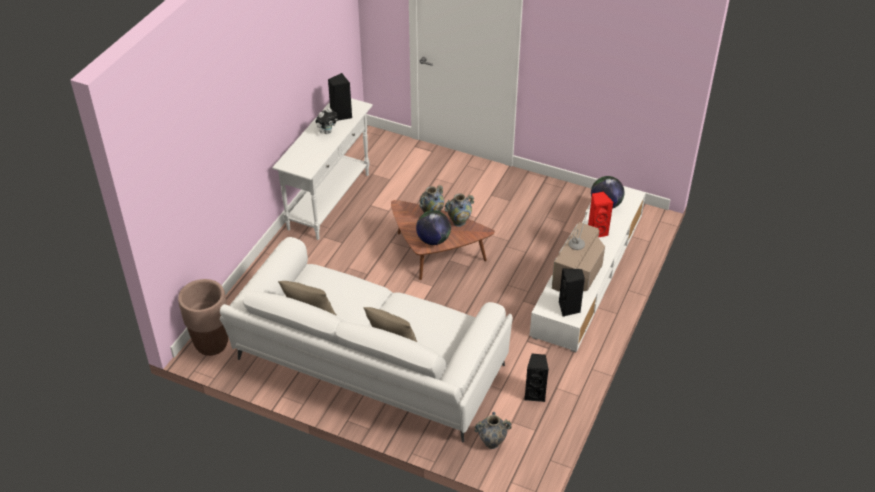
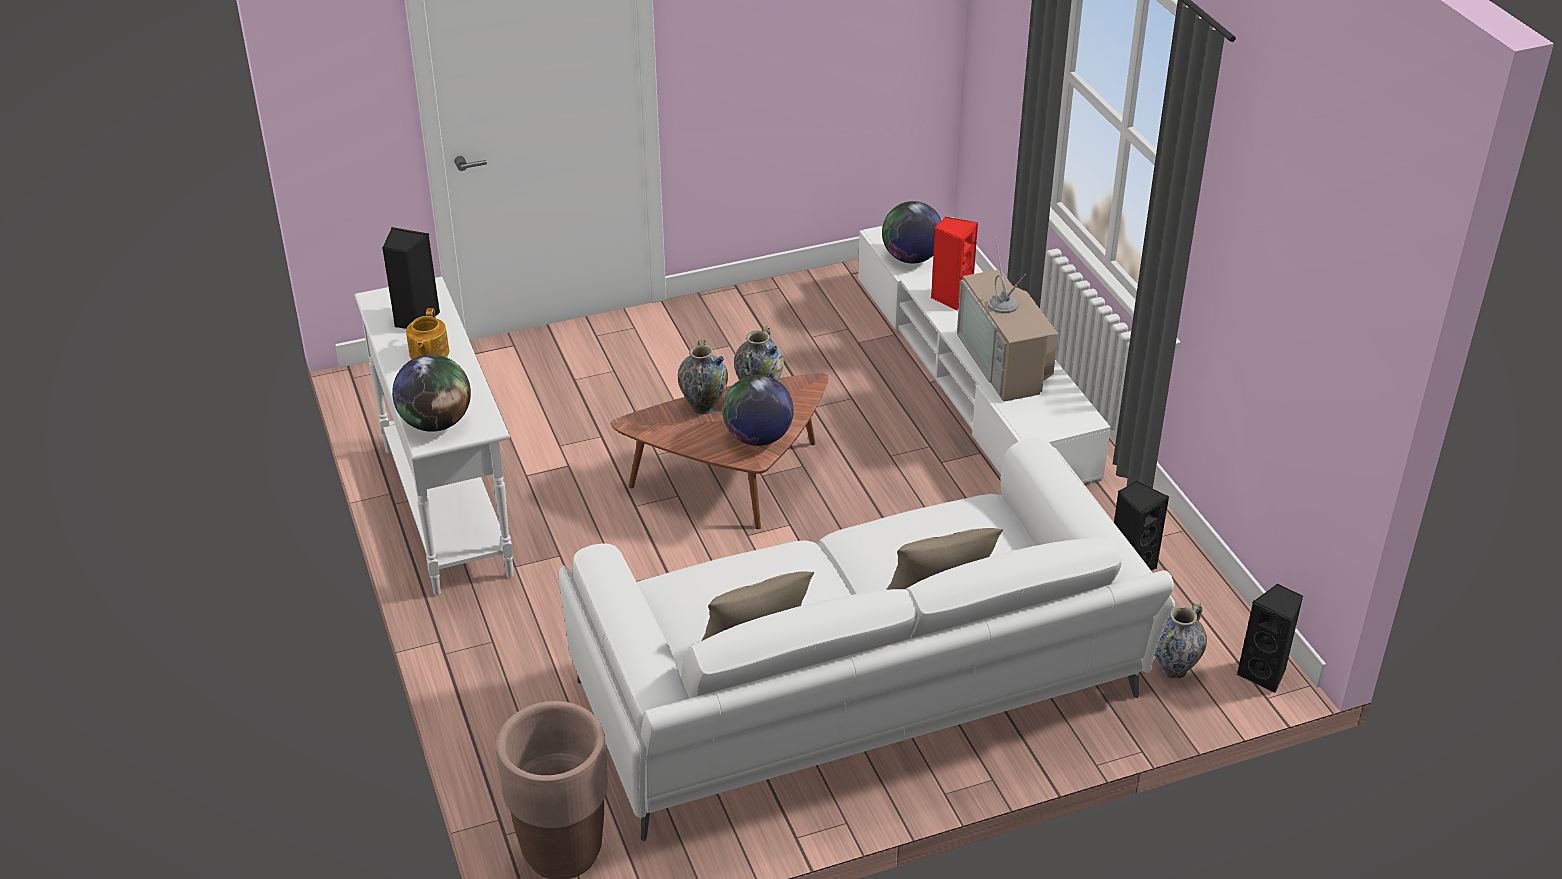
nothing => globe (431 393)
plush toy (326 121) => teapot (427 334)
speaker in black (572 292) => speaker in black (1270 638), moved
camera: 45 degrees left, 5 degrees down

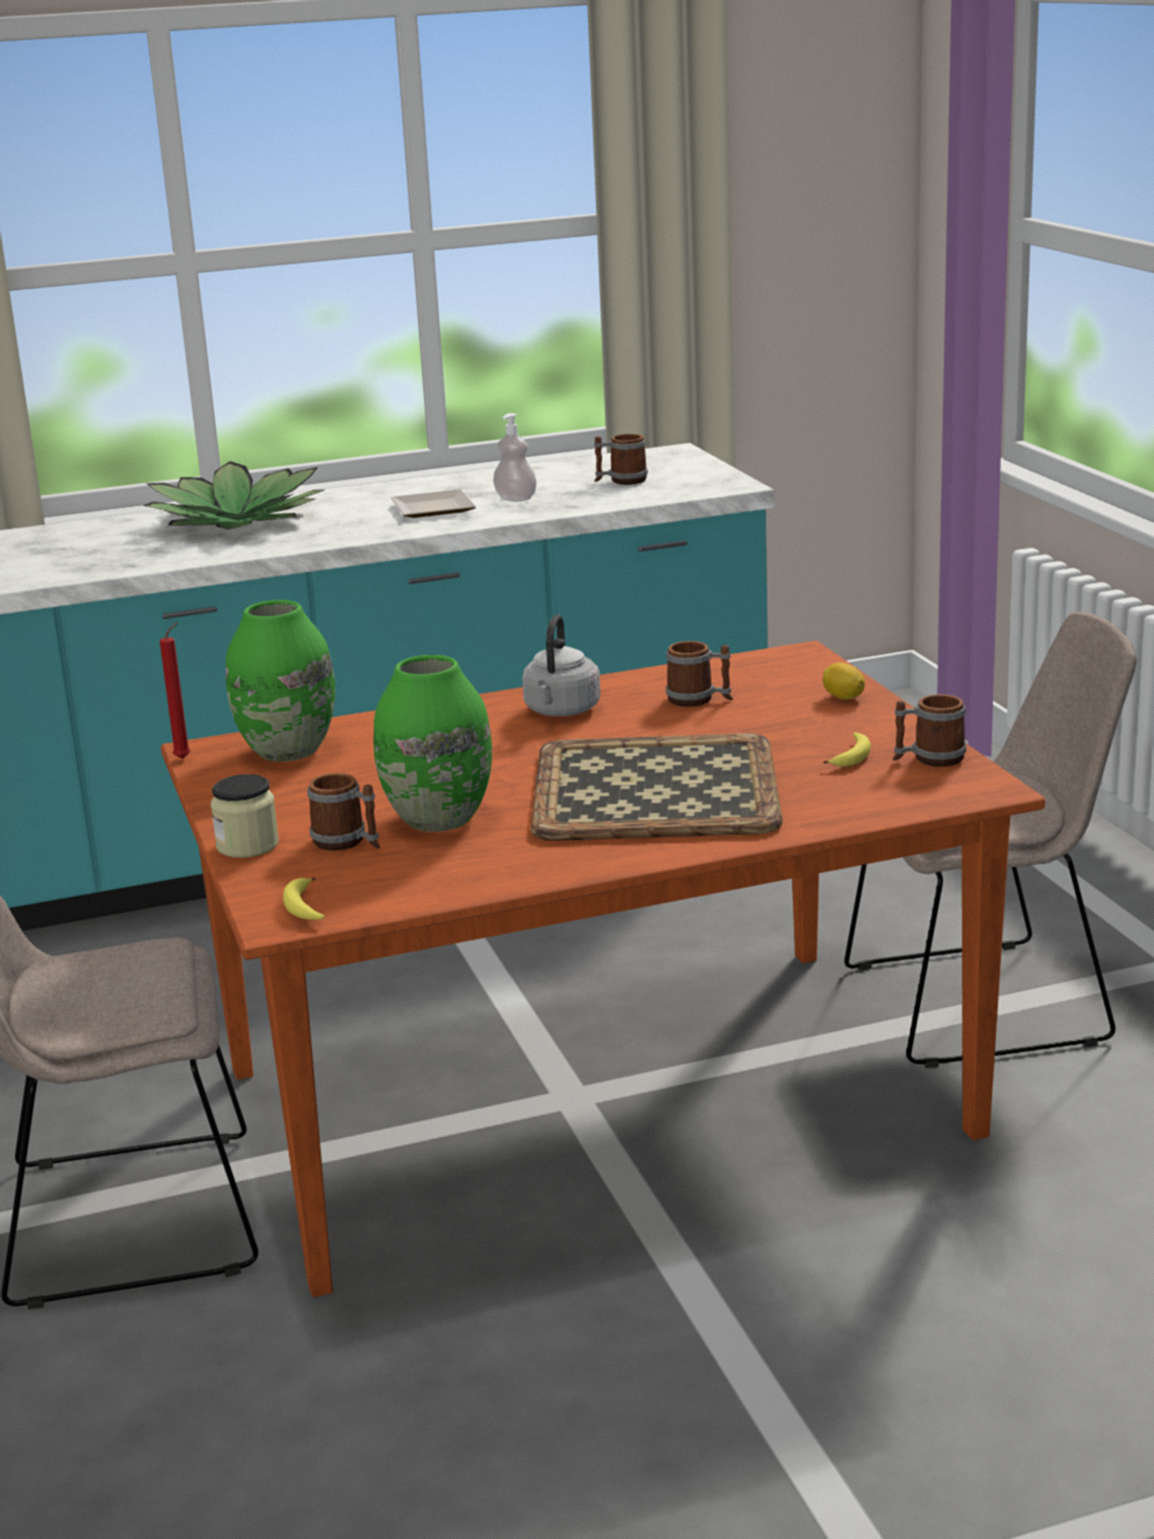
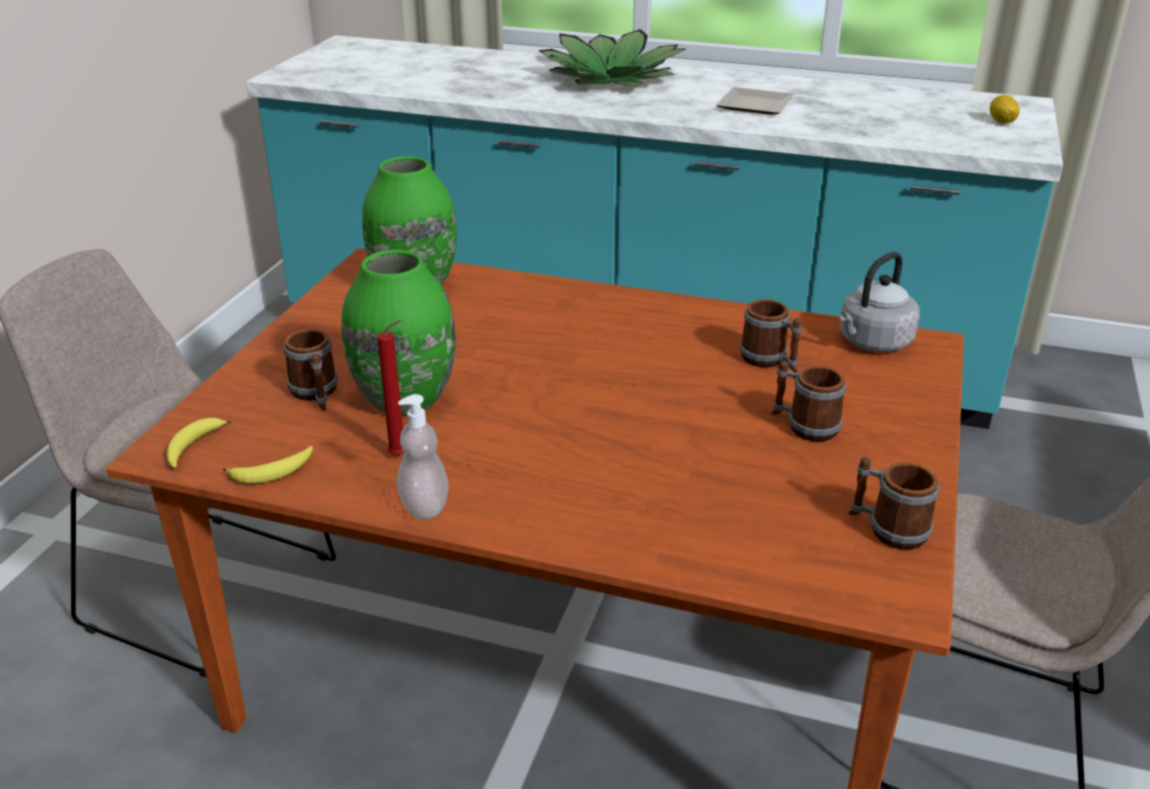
banana (847 749) => banana (268 465), moved
candle in red (175 690) => candle in red (390 388), moved
soap dispenser (515 457) => soap dispenser (423 457), moved
mug (621 459) => mug (808 401), moved
kettle in grey (561 665) => kettle in grey (879 302), moved
lemon (844 681) => lemon (1005 109), moved
jar (245 816) => nothing
tray (656 787) => nothing
camera: 35 degrees right, 10 degrees up

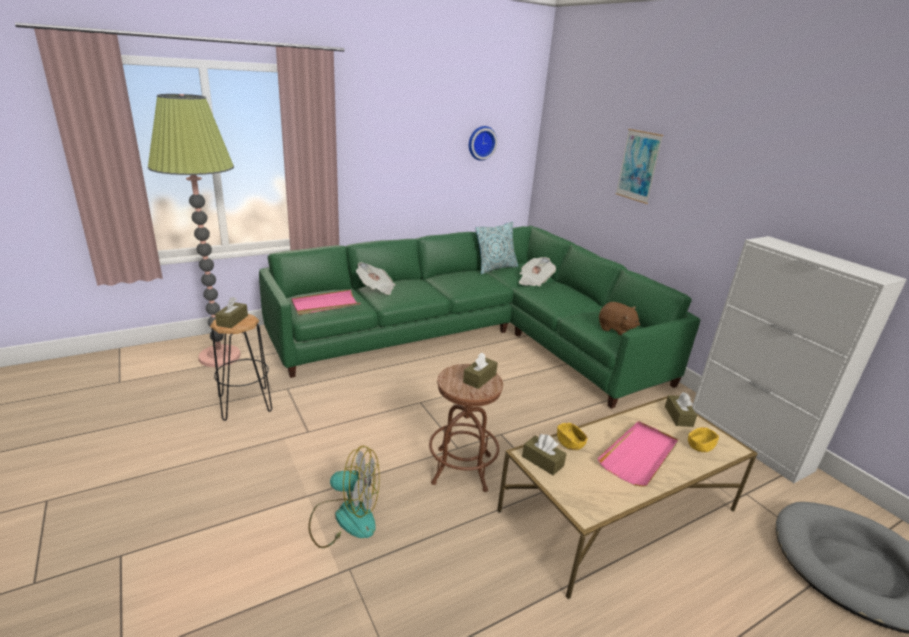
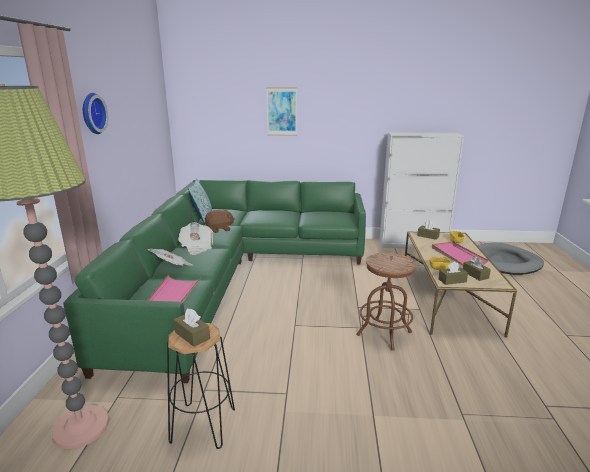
wall clock (483 143) => wall clock (95 113), moved
newspaper (537 271) => newspaper (195 238), moved
plush toy in brown (619 319) => plush toy in brown (220 221), moved
tissue box in brown (480 370) => tissue box in brown (477 269), moved
fan (344 496) => nothing
camera: 55 degrees left, 5 degrees down

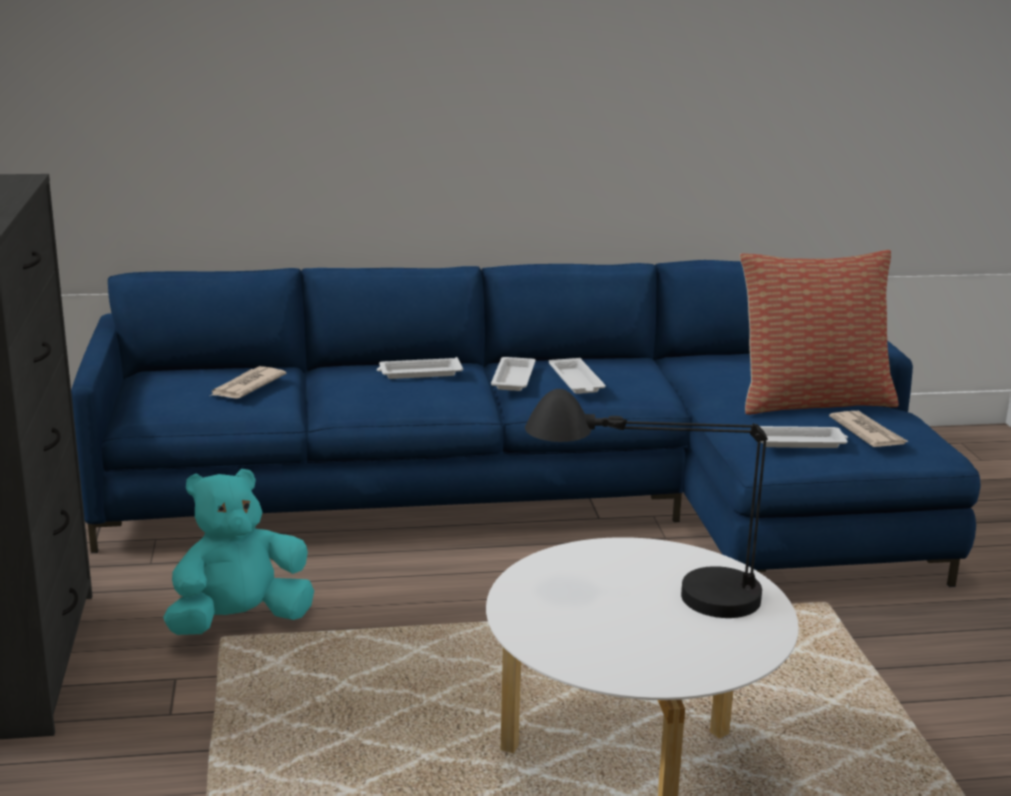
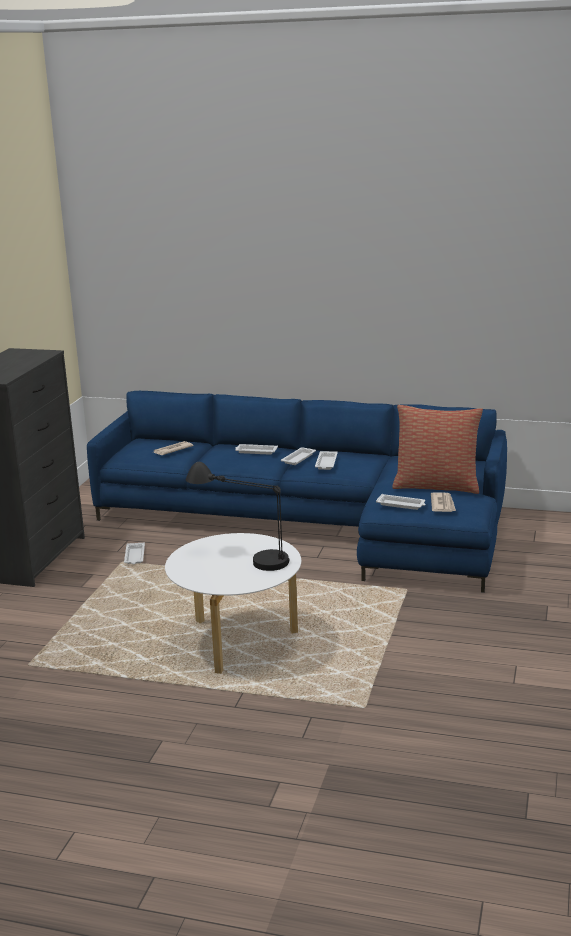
plush toy in turquoise (238 552) => tray in white (134 553)
camera: 25 degrees right, 0 degrees up

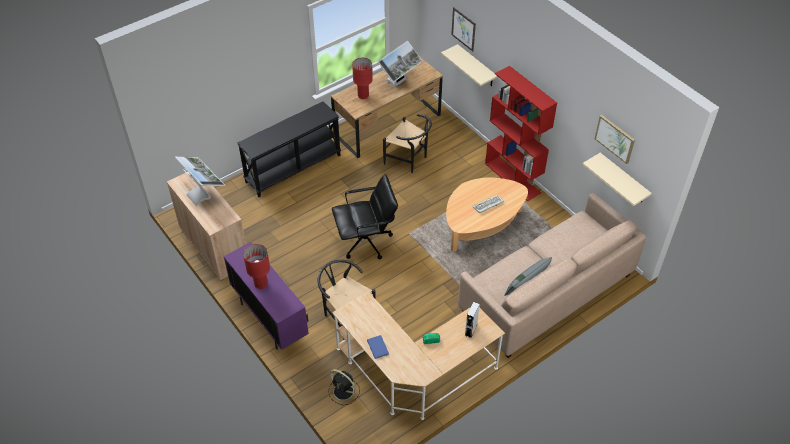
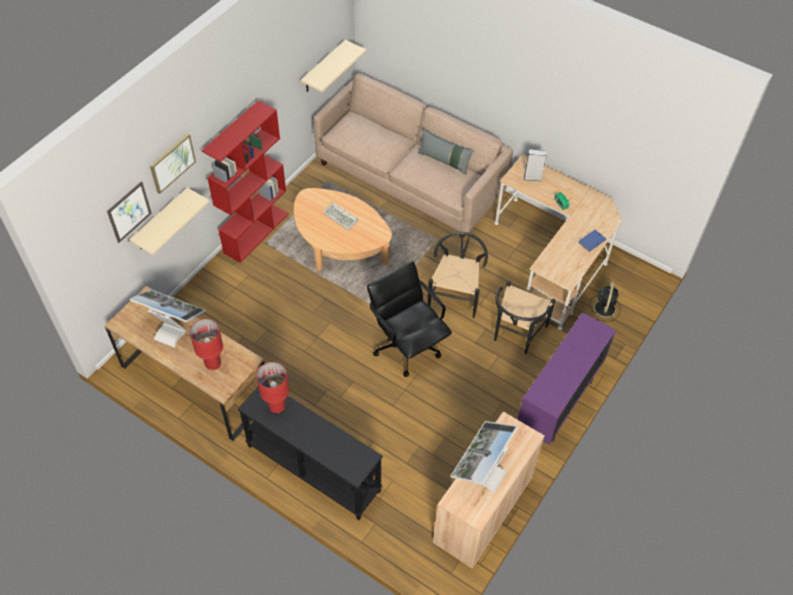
picture (615 139) => picture (173 163), moved
table lamp in red (256 266) => table lamp in red (272 387), moved
chair in black (407 143) => chair in black (458 275), moved
camera: 110 degrees left, 5 degrees up

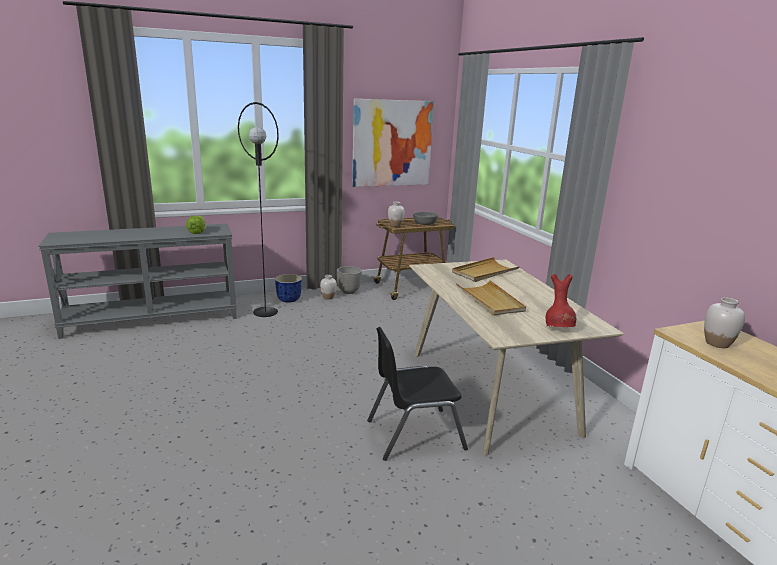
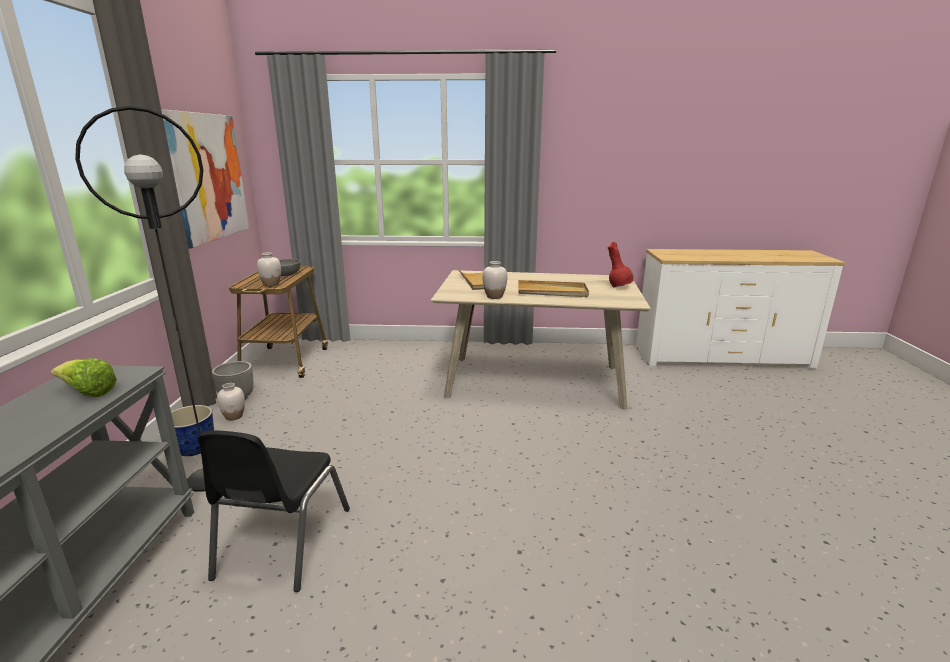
chair in black (417 394) => chair in black (274 511), moved
vase in white (724 322) => vase in white (495 280), moved
camera: 65 degrees left, 0 degrees up

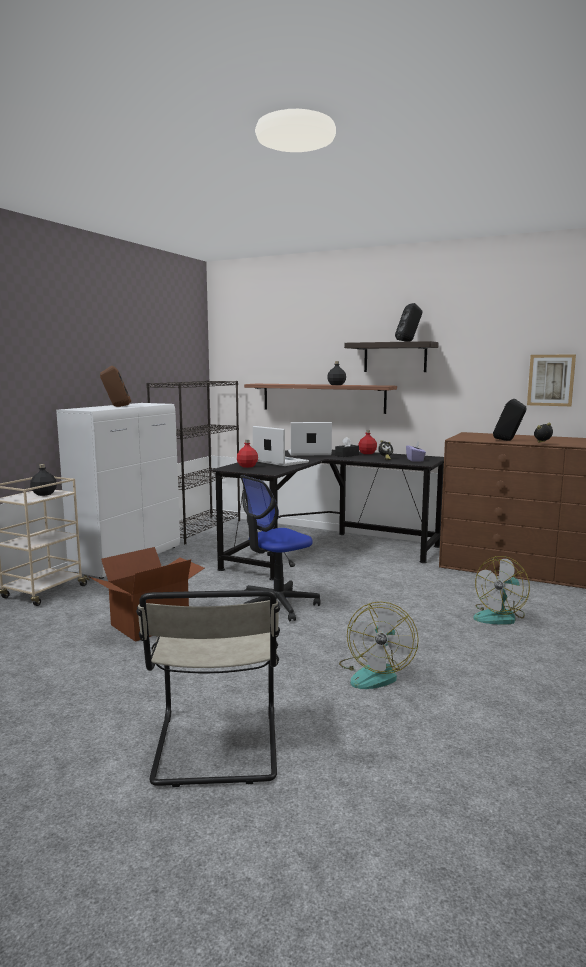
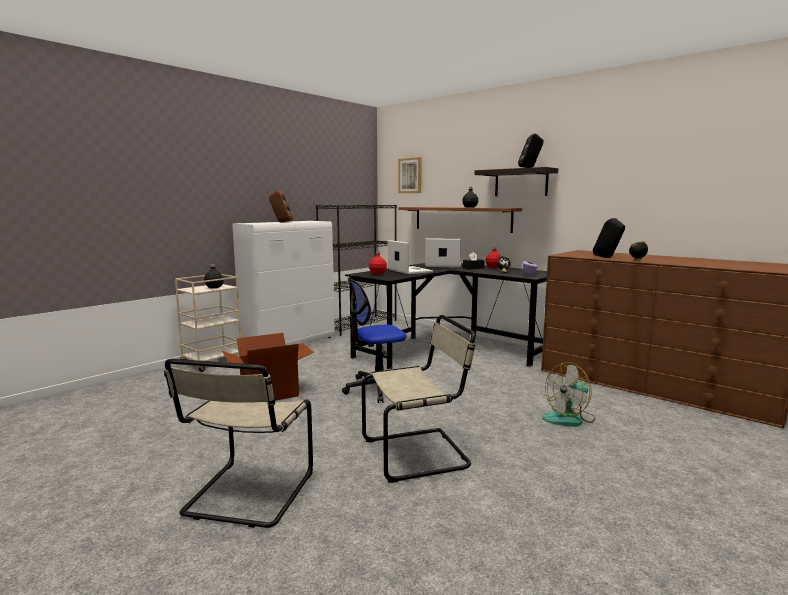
fan (379 645) => chair in beige (418 399)
picture (551 380) => picture (410 175), moved
camera: 15 degrees right, 0 degrees up

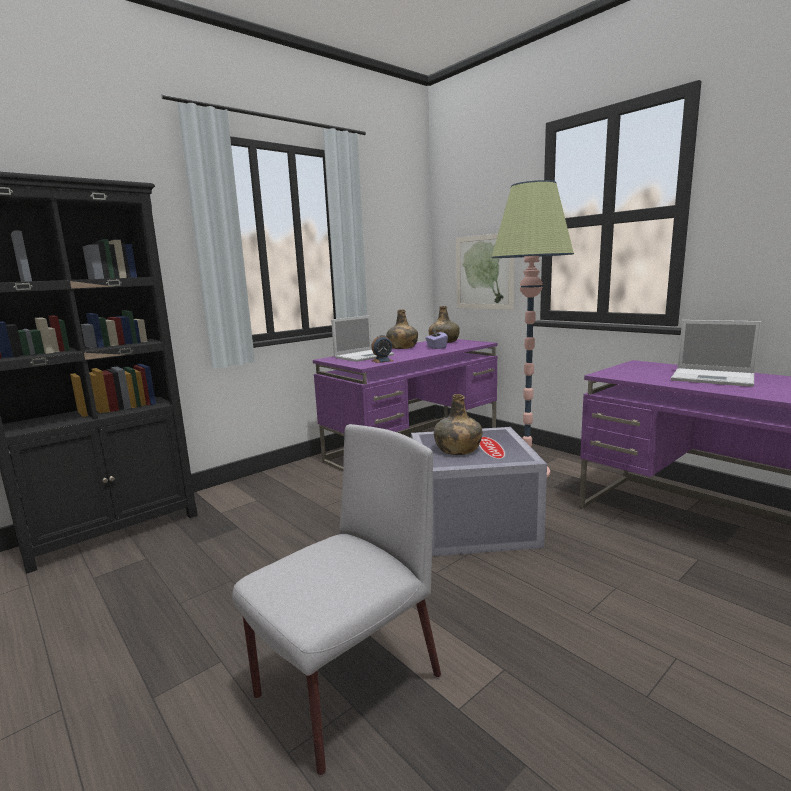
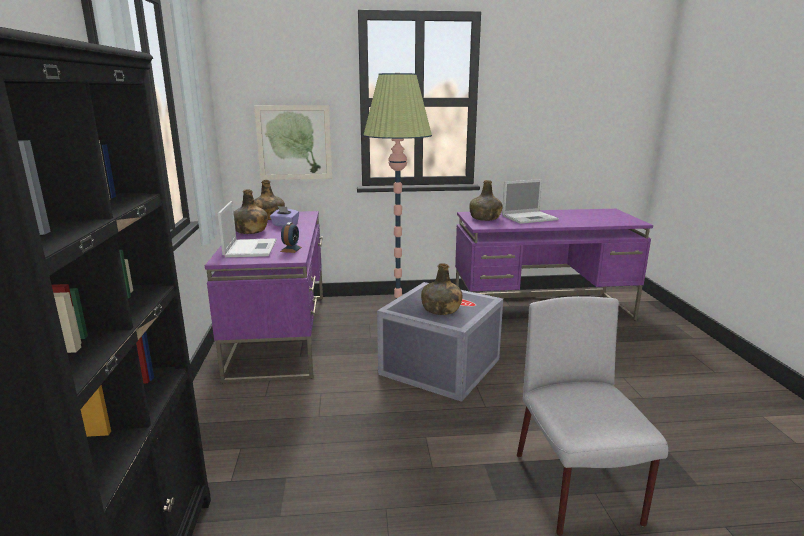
nothing => bottle in green (486 200)
camera: 55 degrees left, 5 degrees up

